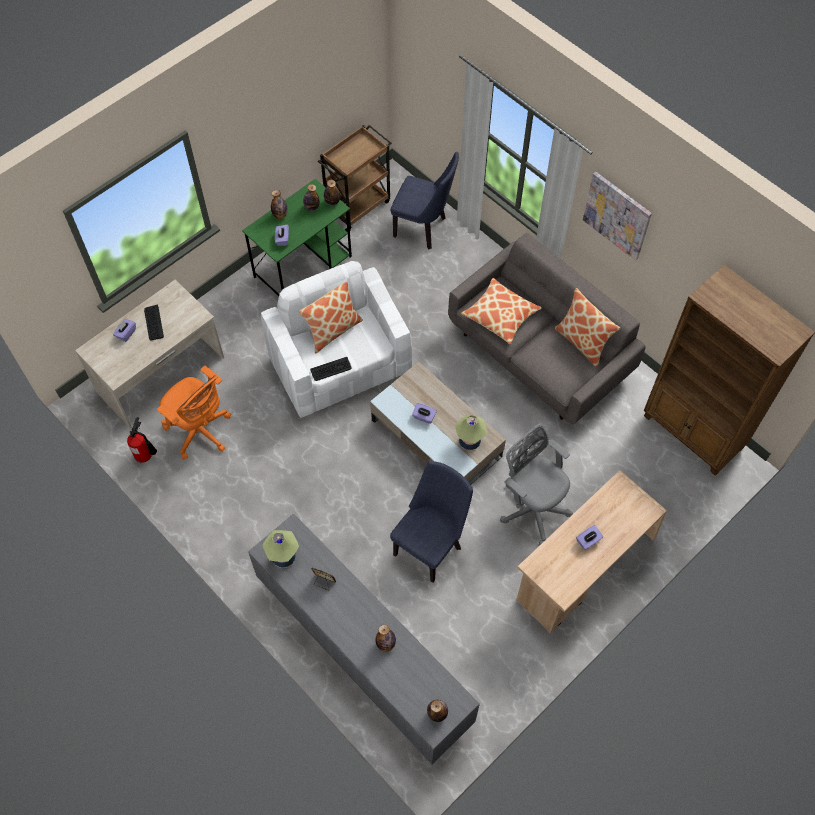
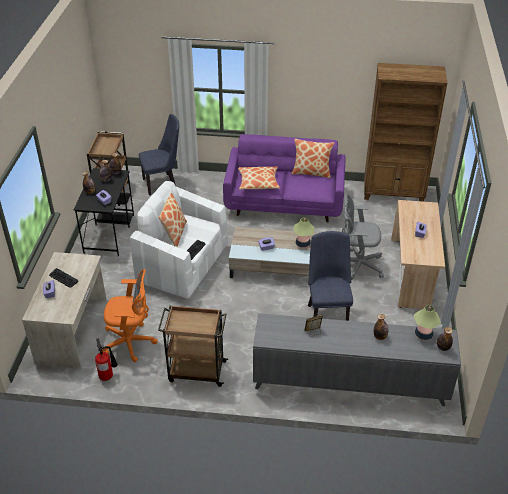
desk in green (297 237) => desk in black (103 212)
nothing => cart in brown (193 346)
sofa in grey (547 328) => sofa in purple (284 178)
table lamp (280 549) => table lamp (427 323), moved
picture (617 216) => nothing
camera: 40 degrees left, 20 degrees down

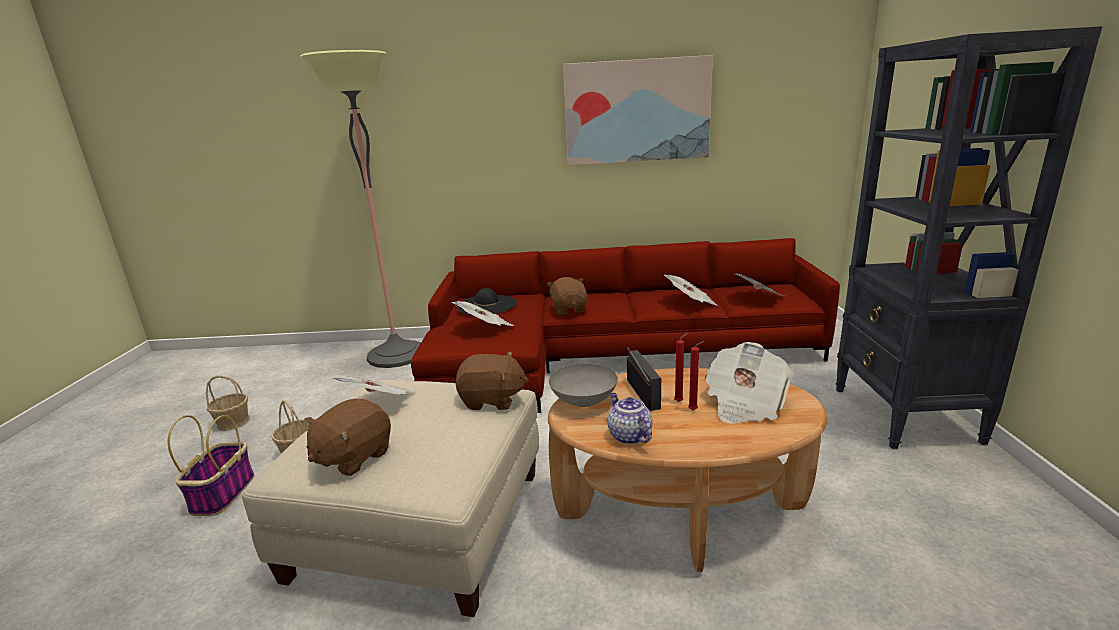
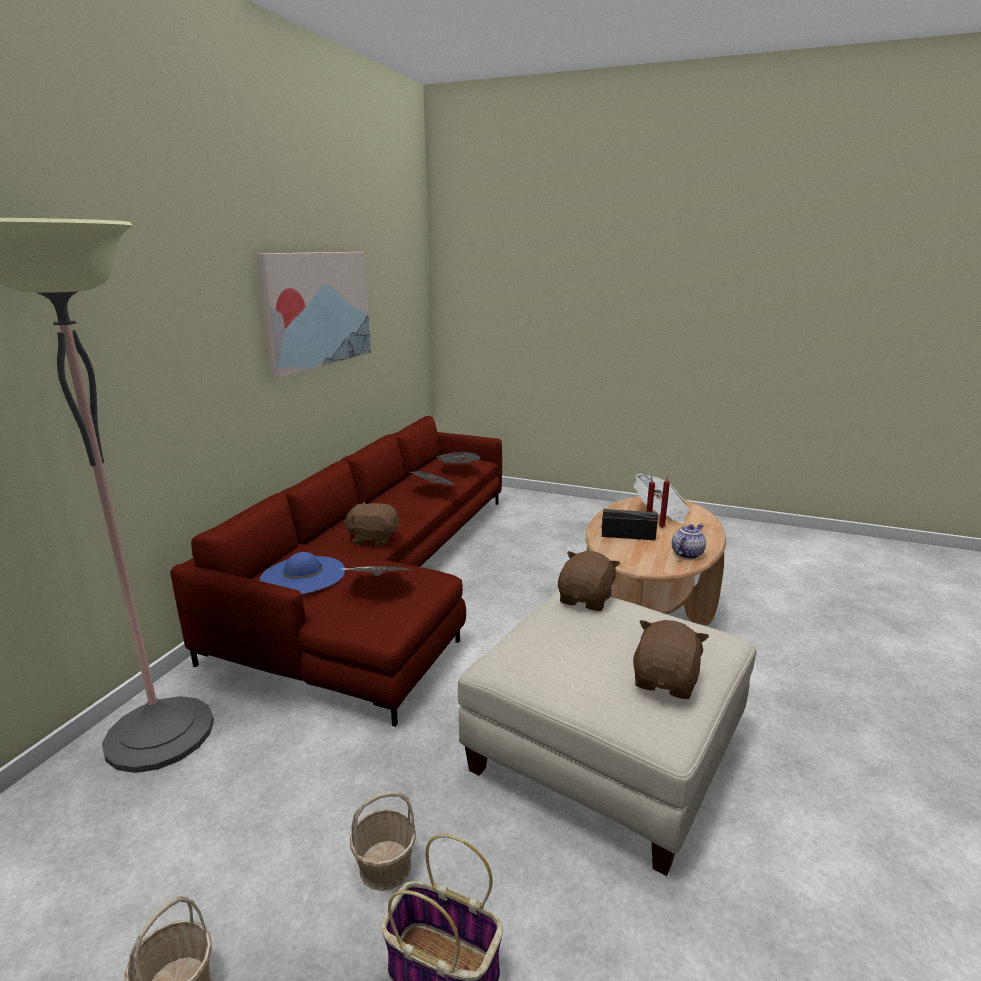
hat in black (487 301) => hat in blue (302 573)
plush toy in brown (347 437) => plush toy in brown (671 659), 120 degrees counterclockwise
teapot (630 418) => teapot (689 541), 135 degrees clockwise
newspaper (372 385) => nothing
bowl in grey (583 385) => nothing
bookcase in black (968 237) => nothing
camera: 70 degrees left, 0 degrees up

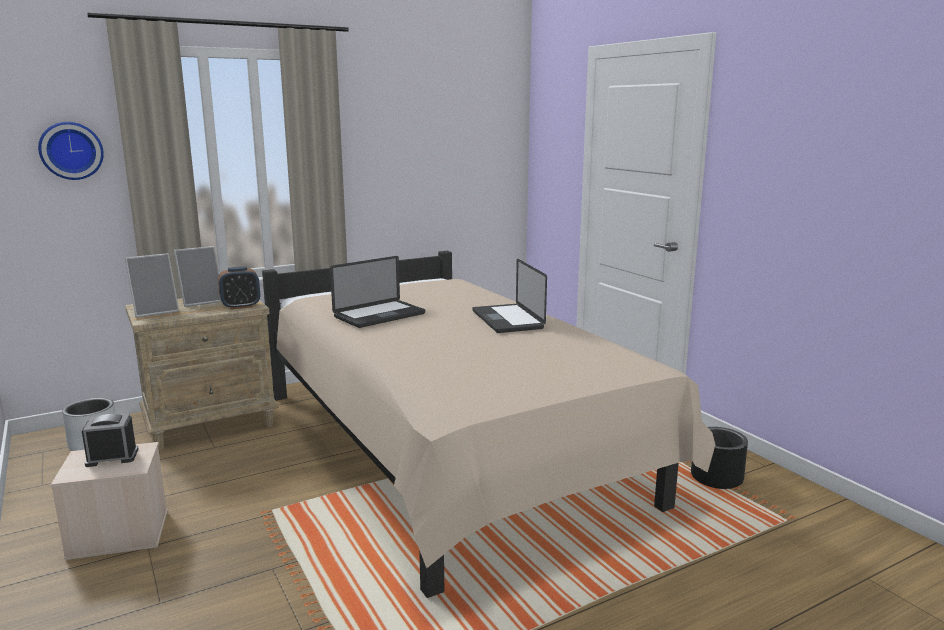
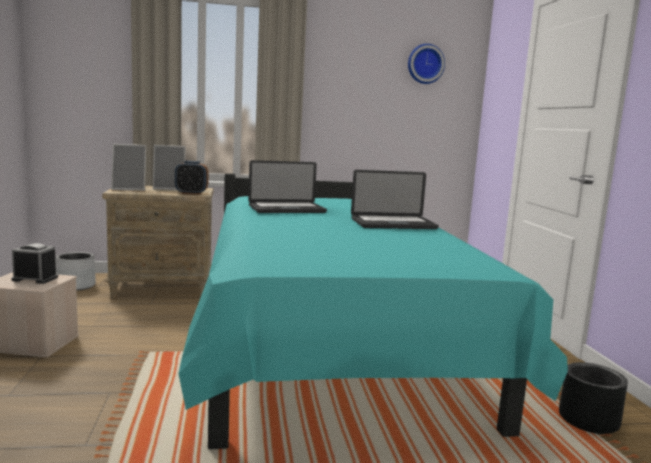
bed in beige (488 424) => bed in turquoise (373 311)
laptop (510 296) => laptop (395 199), 105 degrees counterclockwise
wall clock (71 151) => wall clock (426 64), moved
camera: 20 degrees right, 5 degrees down

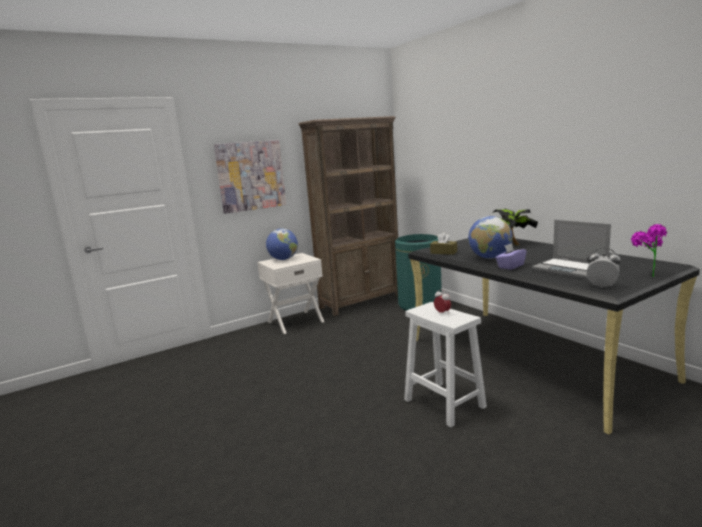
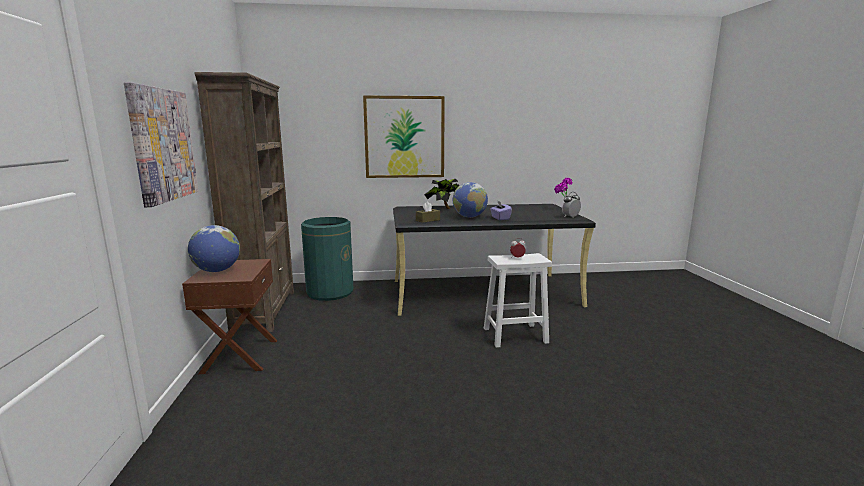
nightstand in white (290 293) => nightstand in brown (229 316)
nothing => picture (404 136)
laptop (571 249) => nothing
camera: 65 degrees left, 0 degrees up

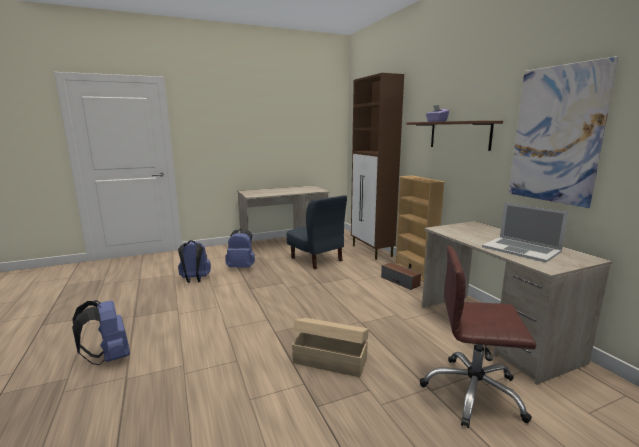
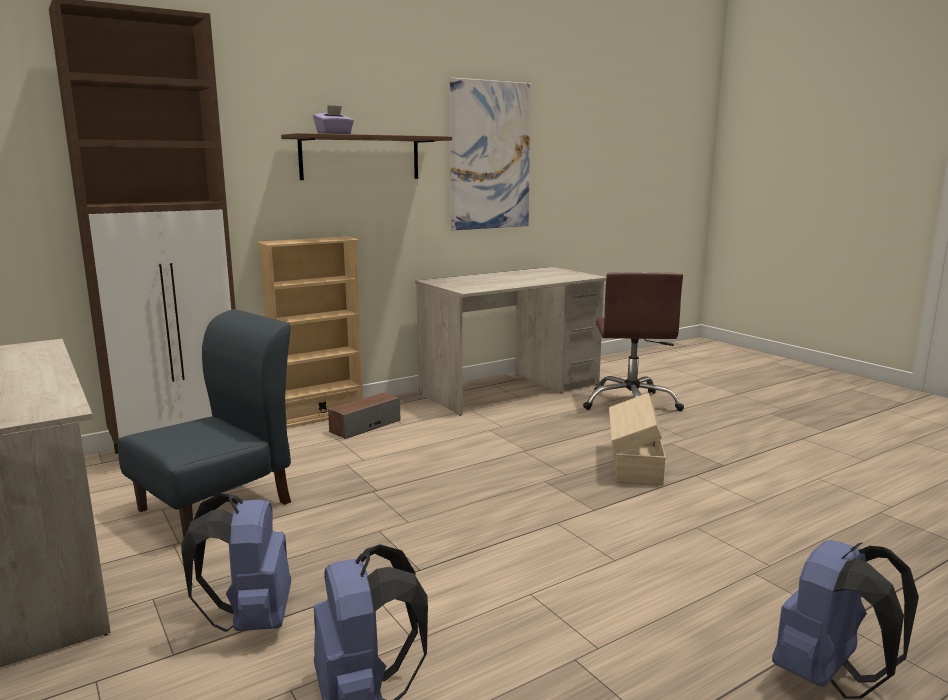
laptop (525 232) => nothing
camera: 100 degrees left, 0 degrees up

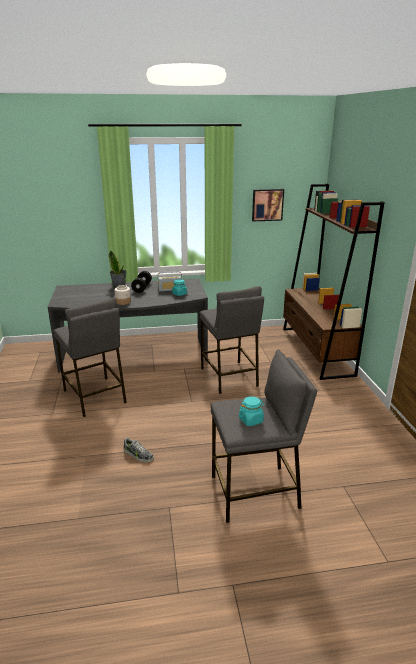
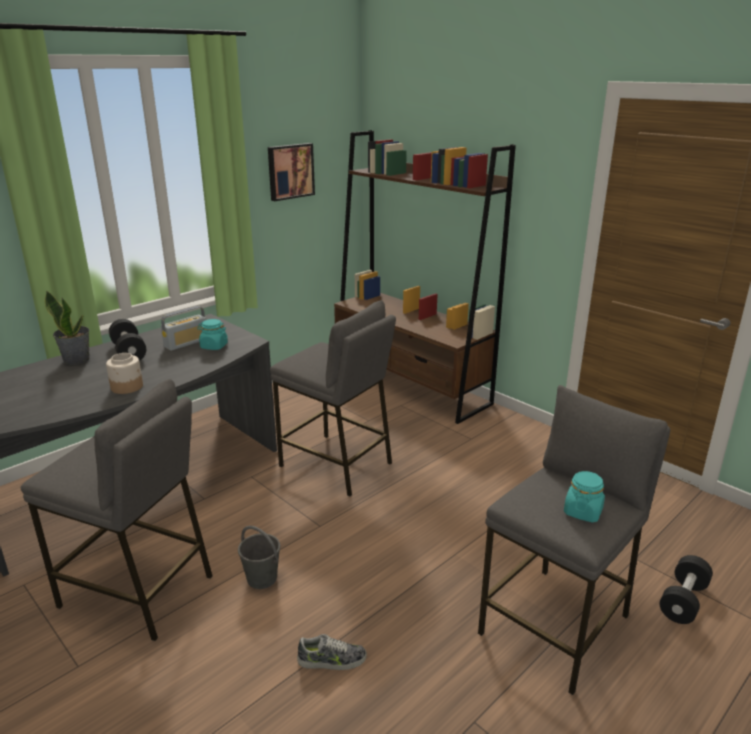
nothing => bucket in grey (259 557)
nothing => dumbbell in black (686 589)
camera: 35 degrees left, 0 degrees up

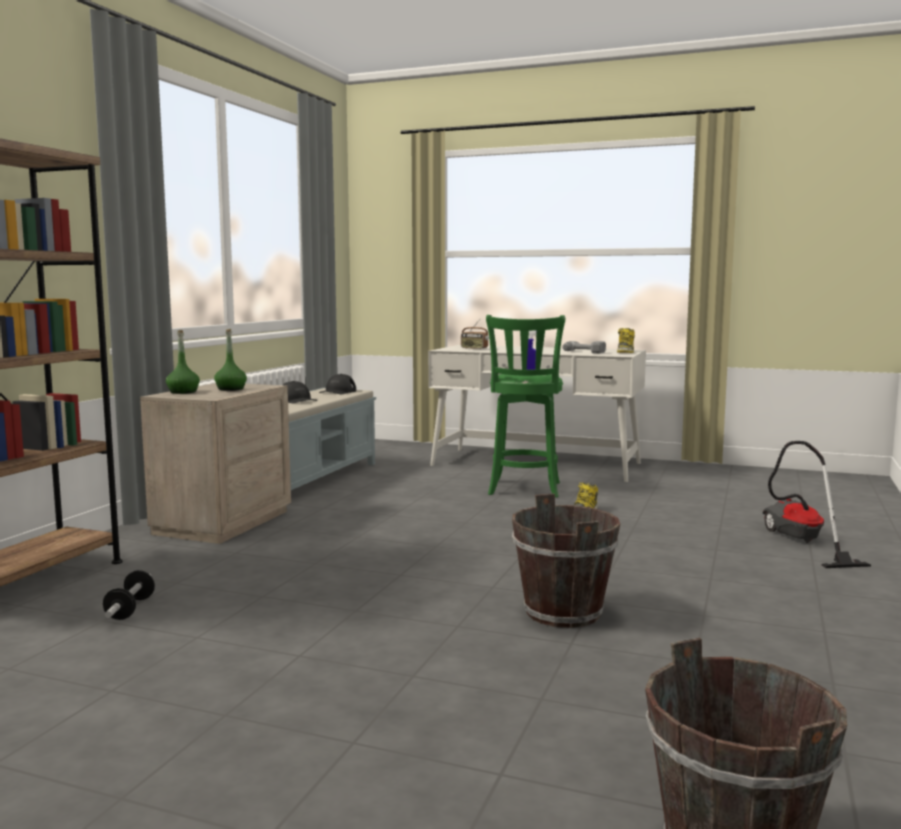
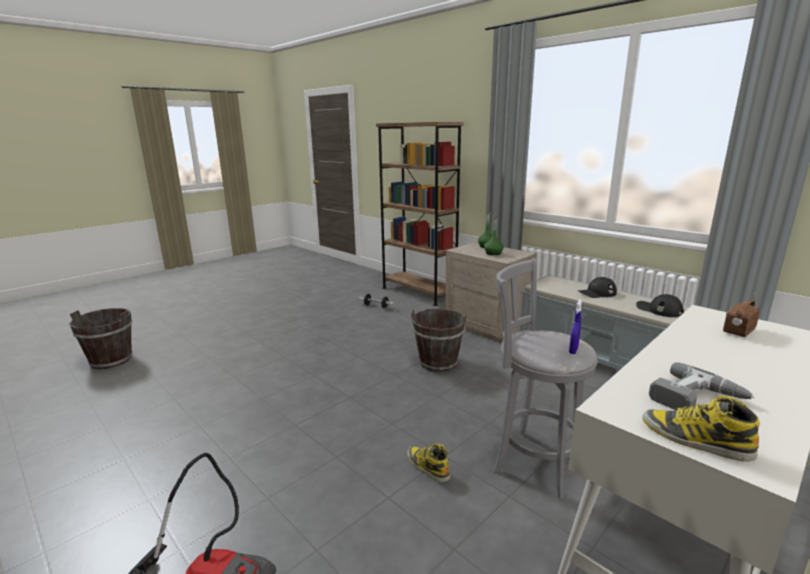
bucket in brown (566 561) => bucket in brown (439 340), moved
stool in green (525 406) => stool in grey (545 378)
camera: 115 degrees right, 10 degrees up

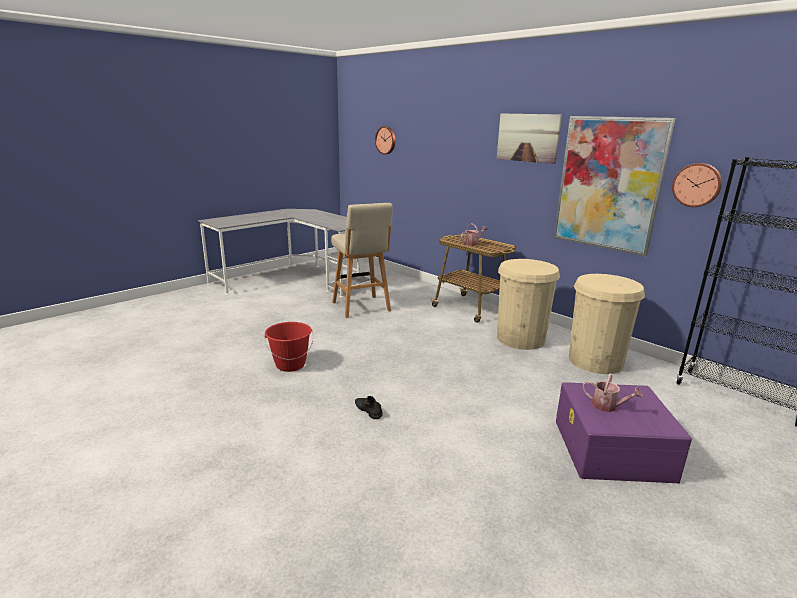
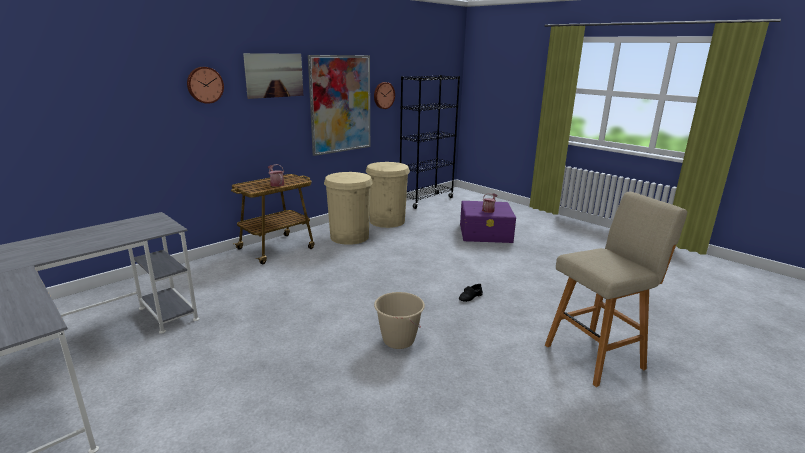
wall clock (385 140) => wall clock (205 85), moved
bucket in red (288 347) => bucket in beige (399 320)
stool in beige (362 260) => stool in beige (616 289), moved
camera: 90 degrees left, 0 degrees up

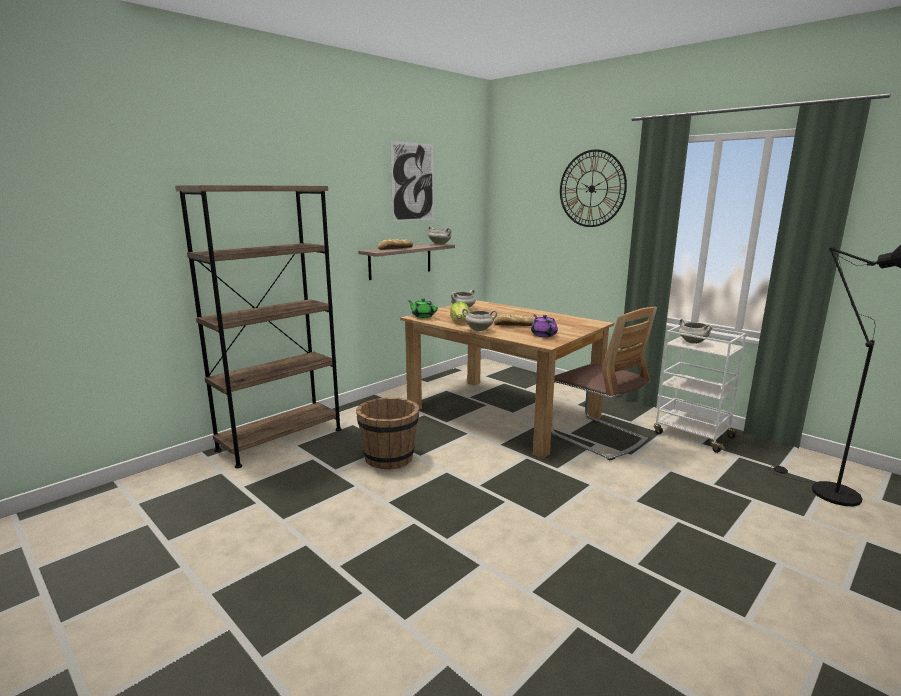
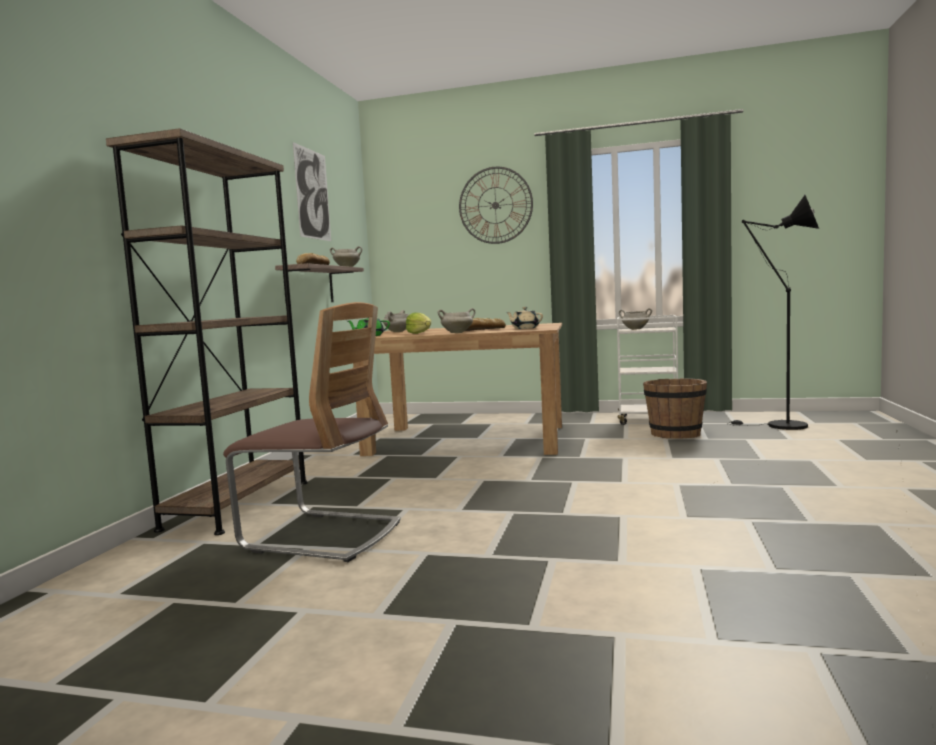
chair (604 384) => chair (312 432), moved
teapot in purple (544 326) => teapot in beige (524 318)
bucket in brown (387 433) => bucket in brown (675 408), moved
camera: 30 degrees left, 10 degrees down

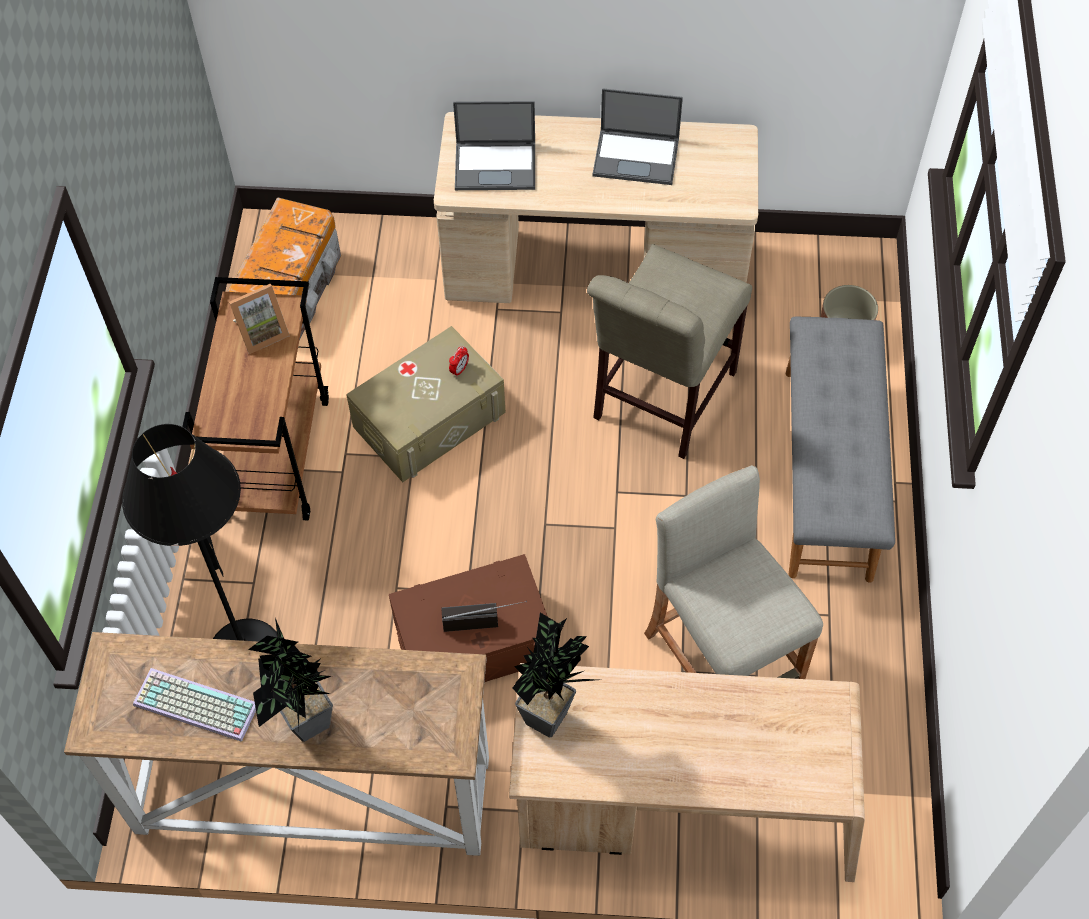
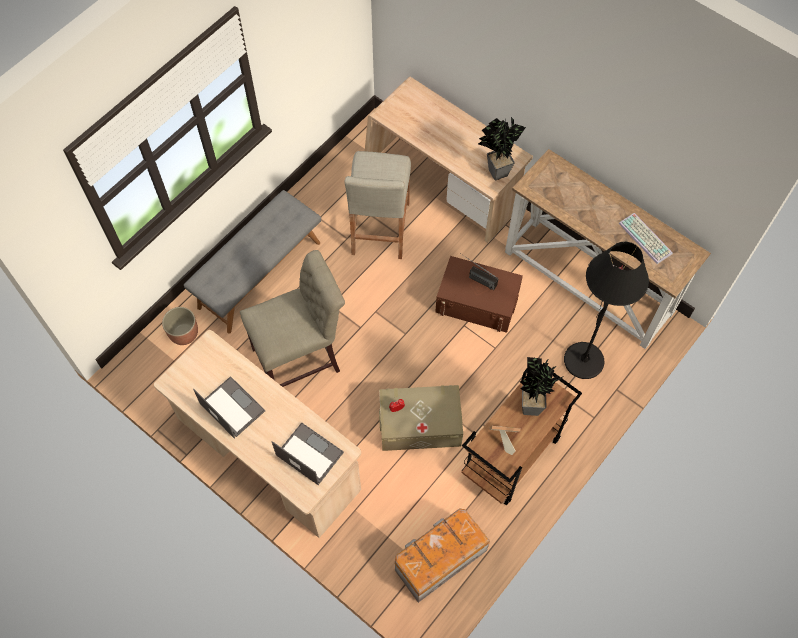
potted plant (290 680) => potted plant (541 386), moved
camera: 145 degrees left, 5 degrees up

